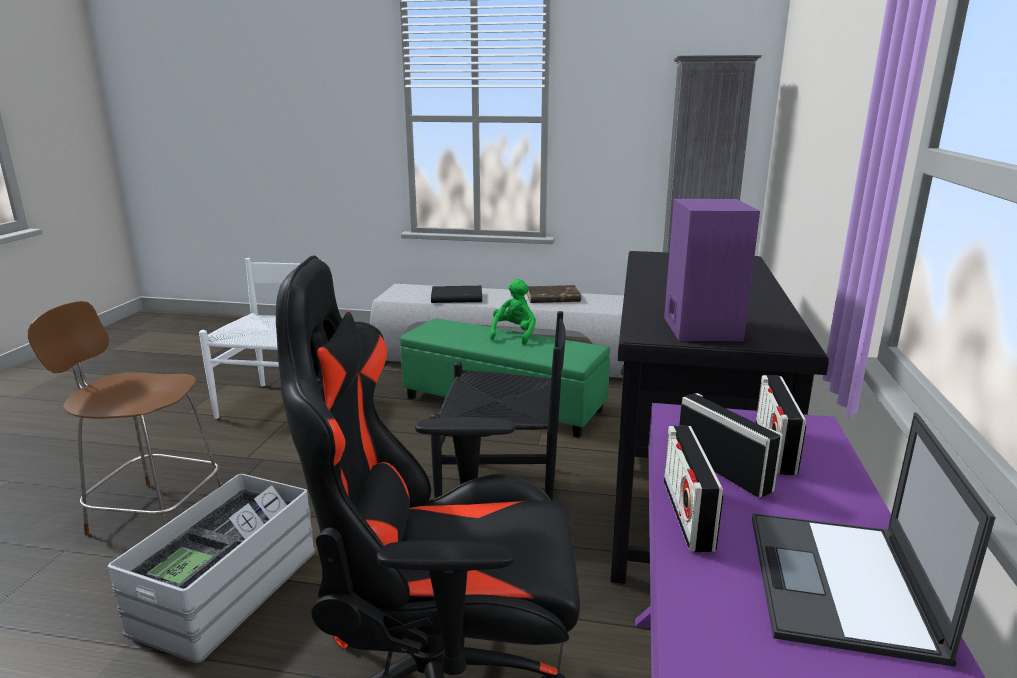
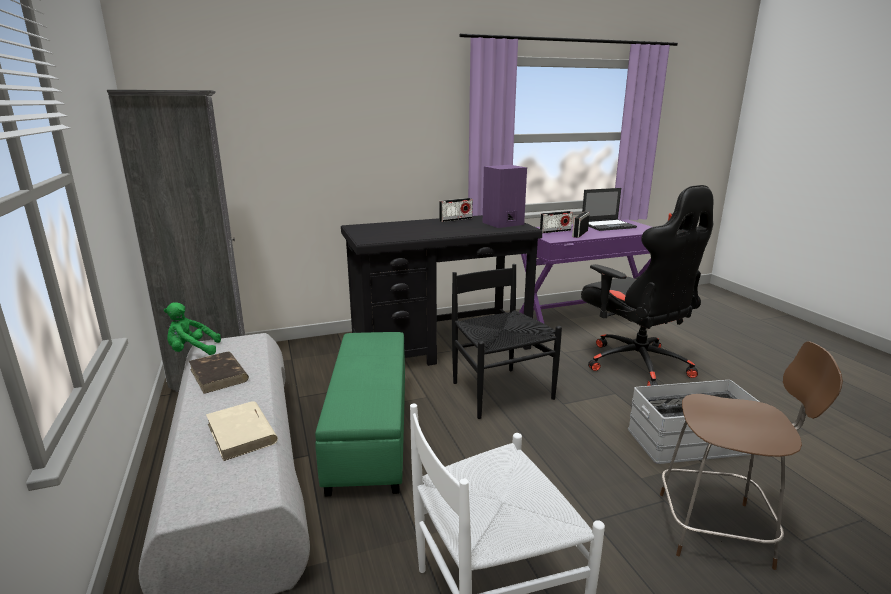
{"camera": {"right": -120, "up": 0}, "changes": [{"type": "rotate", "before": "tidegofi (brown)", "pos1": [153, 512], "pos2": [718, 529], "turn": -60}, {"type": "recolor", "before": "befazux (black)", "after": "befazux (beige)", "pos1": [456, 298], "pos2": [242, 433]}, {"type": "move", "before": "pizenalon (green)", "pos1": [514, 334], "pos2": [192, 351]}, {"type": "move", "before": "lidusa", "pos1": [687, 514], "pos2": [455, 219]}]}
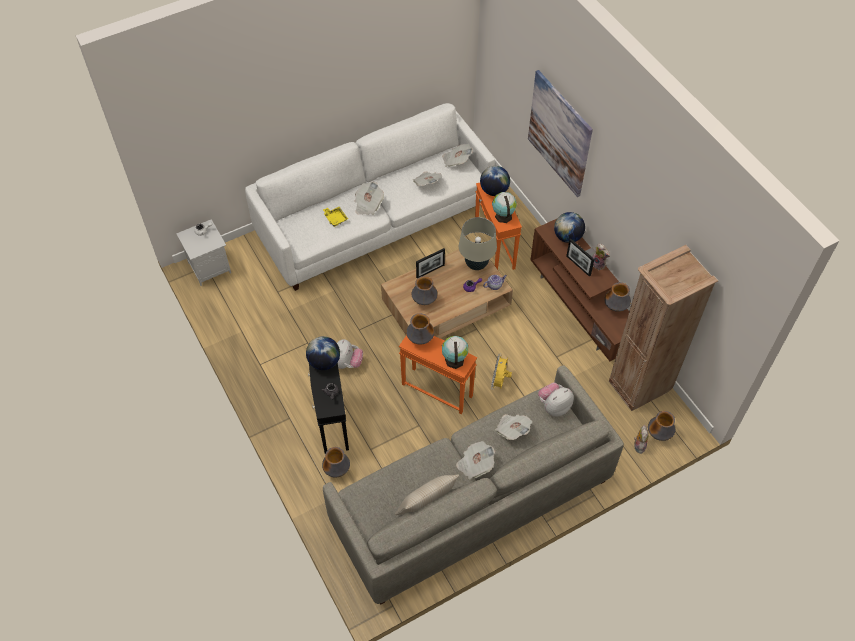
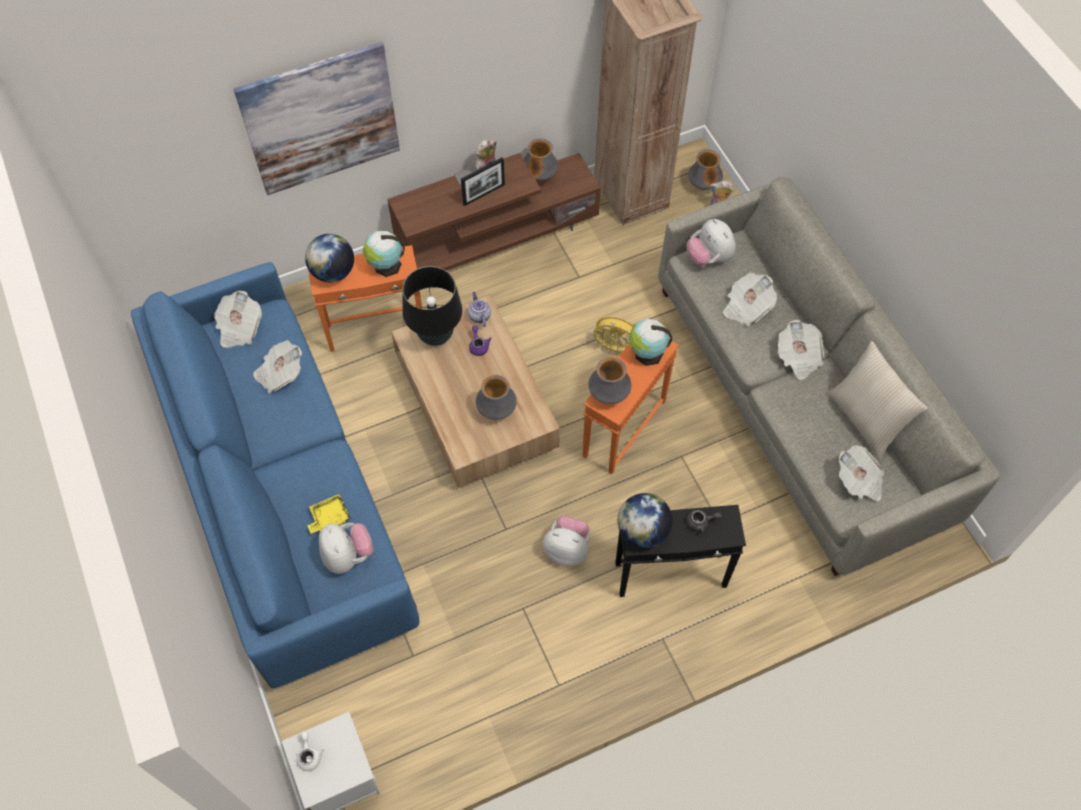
{"camera": {"right": -85, "up": 5}, "changes": [{"type": "recolor", "before": "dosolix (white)", "after": "dosolix (blue)", "pos1": [374, 220], "pos2": [284, 495]}, {"type": "delete", "before": "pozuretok", "pos1": [337, 470]}, {"type": "move", "before": "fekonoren", "pos1": [368, 205], "pos2": [858, 481]}, {"type": "delete", "before": "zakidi", "pos1": [430, 271]}, {"type": "recolor", "before": "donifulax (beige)", "after": "donifulax (black)", "pos1": [476, 264], "pos2": [435, 335]}, {"type": "delete", "before": "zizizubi", "pos1": [567, 237]}, {"type": "insert", "after": "pizenalon", "pos2": [347, 556]}]}
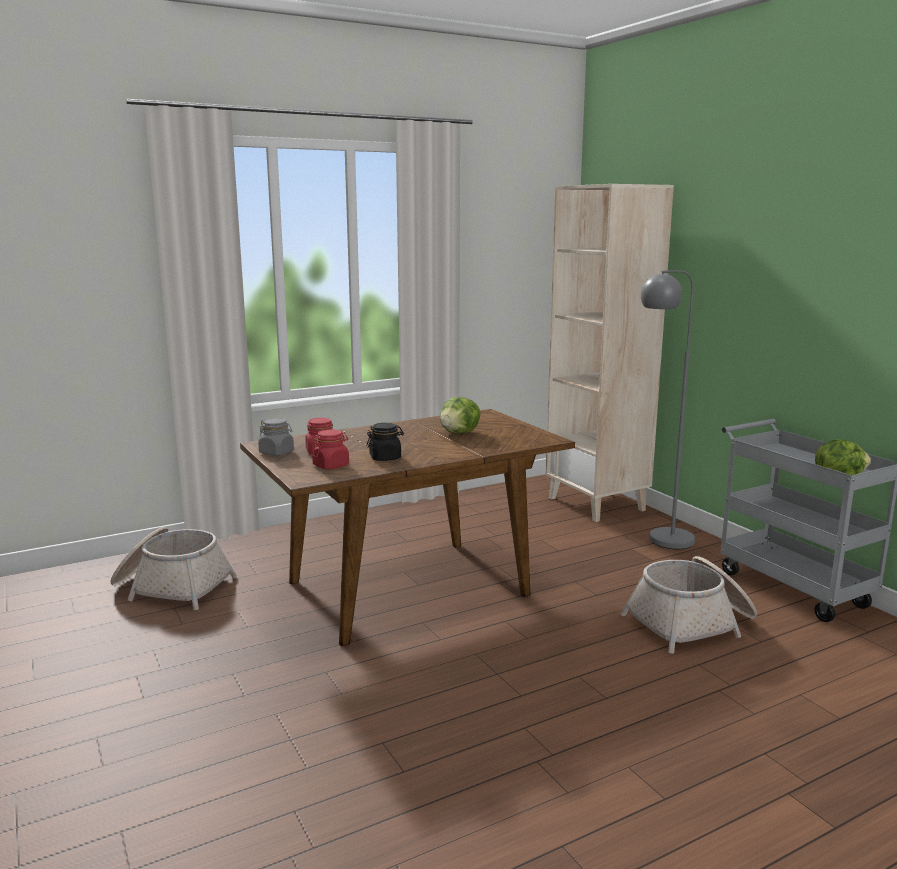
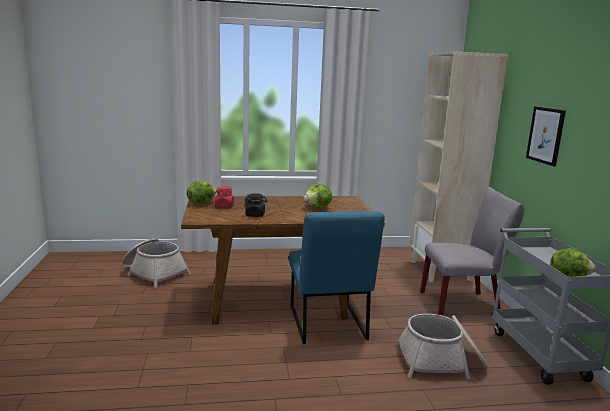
{"camera": {"right": 20, "up": 0}, "changes": [{"type": "replace", "before": "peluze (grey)", "after": "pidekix", "pos1": [276, 452], "pos2": [201, 203]}, {"type": "delete", "before": "peluze (red)", "pos1": [331, 465]}, {"type": "replace", "before": "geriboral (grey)", "after": "tidegofi (grey)", "pos1": [661, 543], "pos2": [464, 304]}, {"type": "insert", "after": "tidegofi (blue)", "pos2": [327, 323]}, {"type": "insert", "after": "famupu", "pos2": [545, 135]}]}
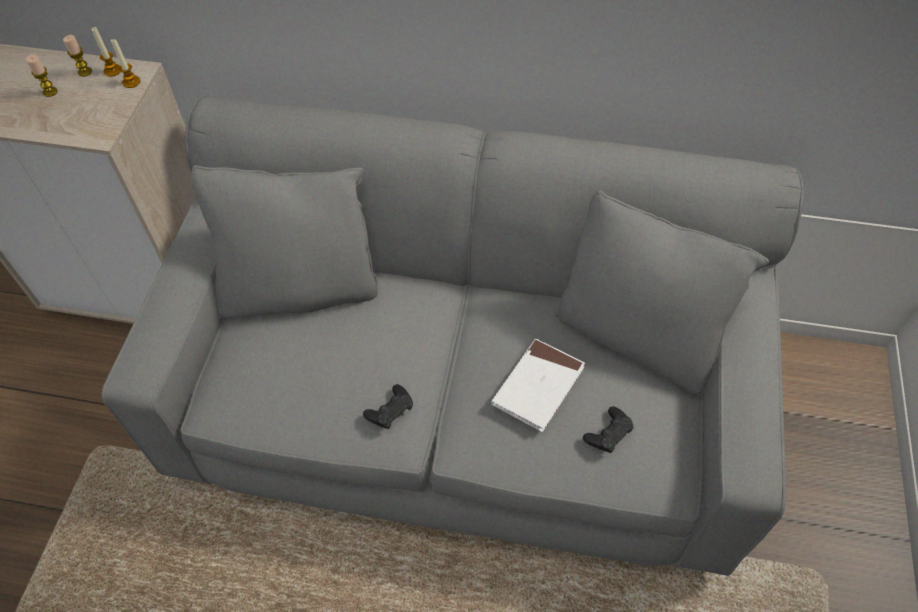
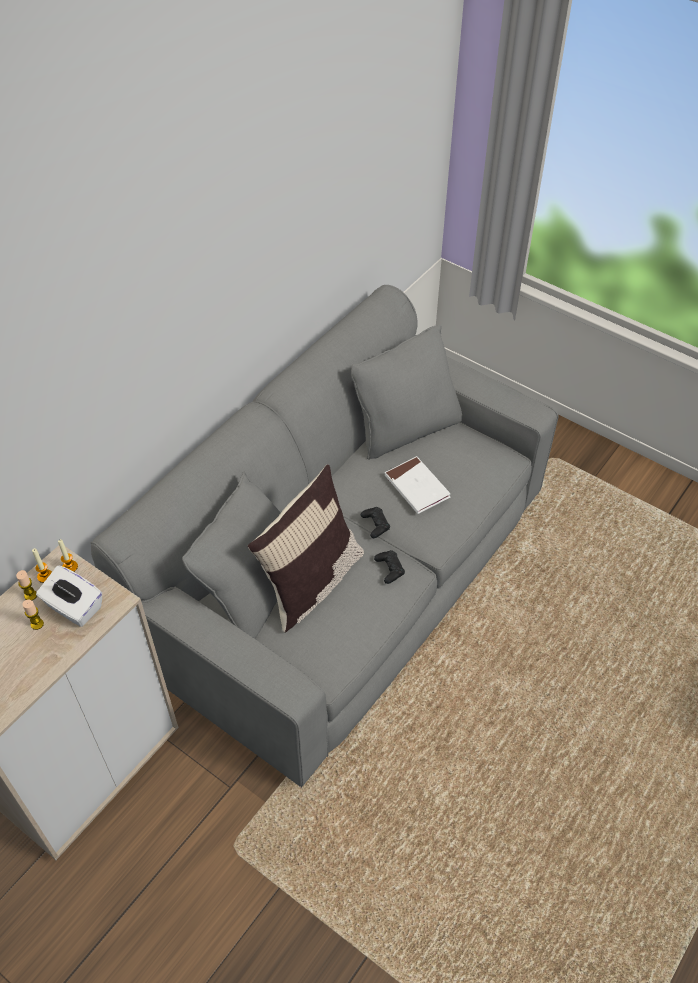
{"camera": {"right": -65, "up": -5}, "changes": [{"type": "move", "before": "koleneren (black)", "pos1": [608, 433], "pos2": [375, 524]}, {"type": "insert", "after": "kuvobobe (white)", "pos2": [74, 607]}, {"type": "insert", "after": "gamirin", "pos2": [310, 583]}]}
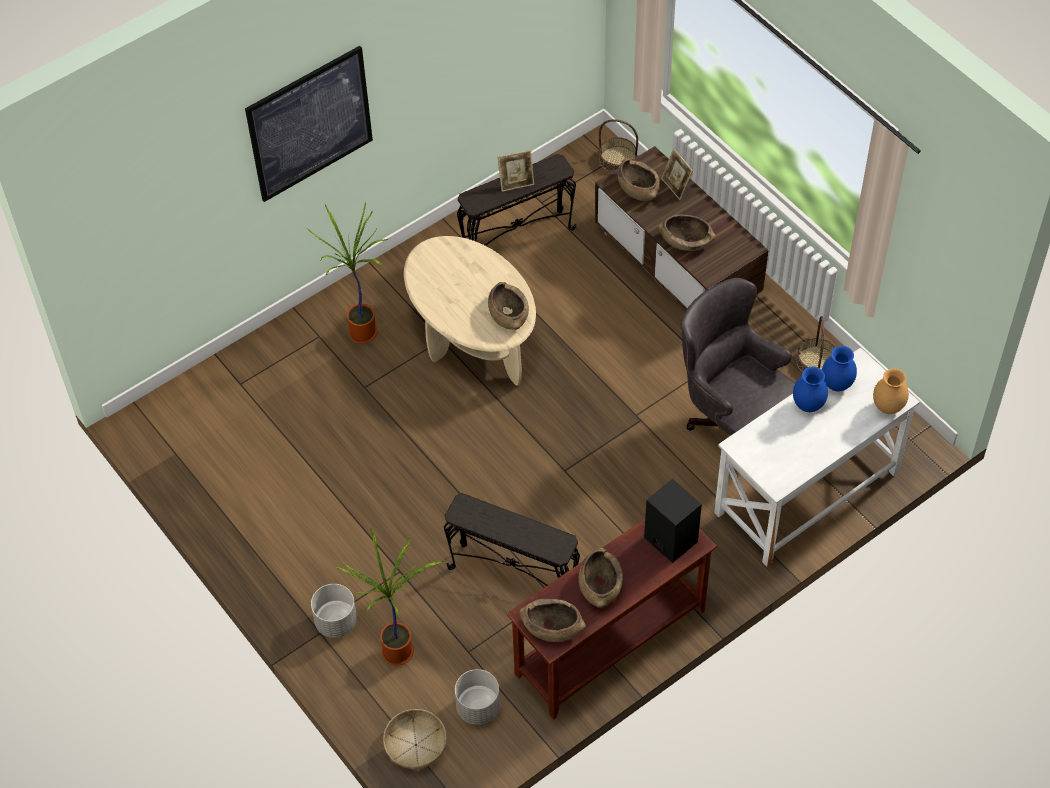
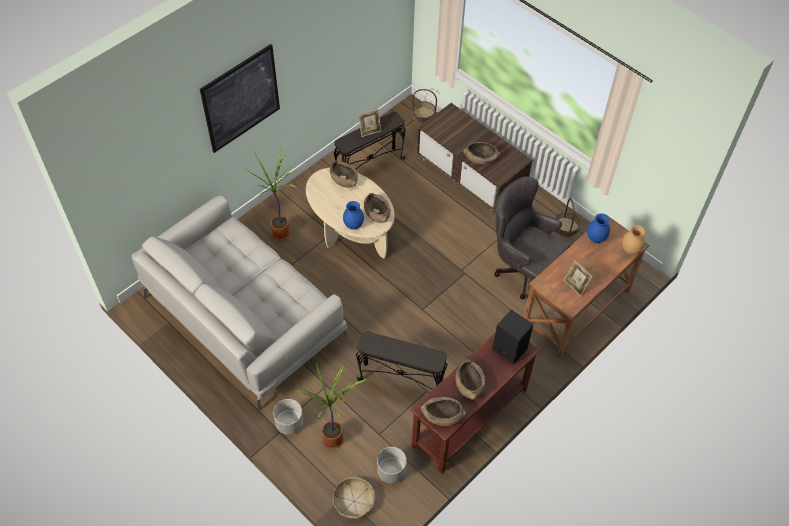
{"camera": {"right": -10, "up": 0}, "changes": [{"type": "move", "before": "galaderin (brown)", "pos1": [637, 188], "pos2": [343, 179]}, {"type": "move", "before": "zakidi", "pos1": [676, 187], "pos2": [575, 286]}, {"type": "recolor", "before": "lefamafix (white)", "after": "lefamafix (brown)", "pos1": [807, 493], "pos2": [576, 309]}, {"type": "move", "before": "pozuretok (blue)", "pos1": [808, 405], "pos2": [353, 225]}, {"type": "insert", "after": "dosolix (grey)", "pos2": [243, 316]}]}
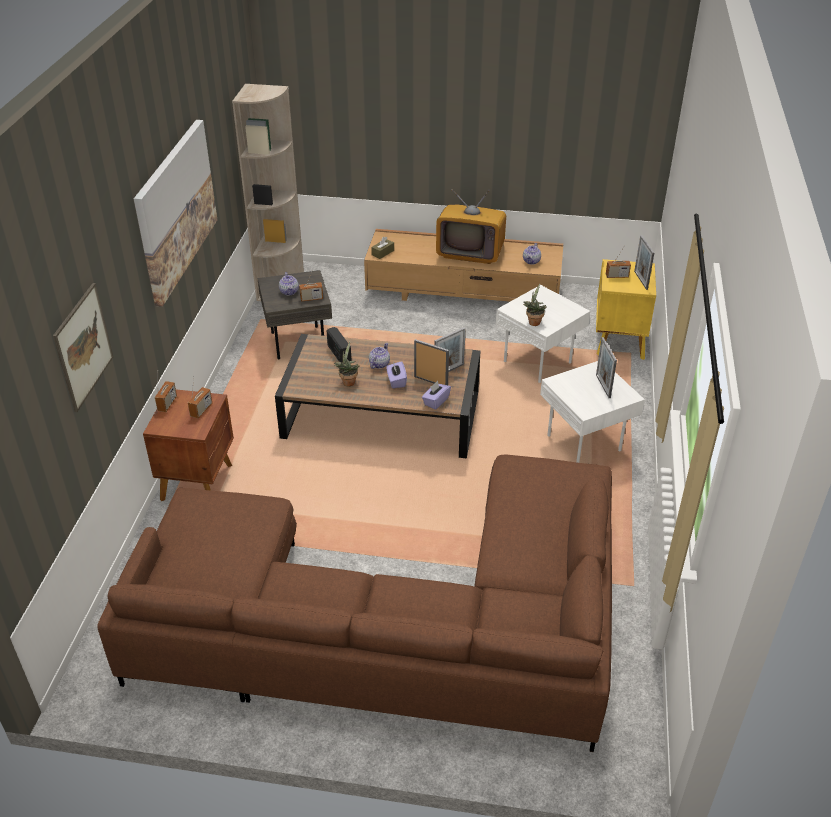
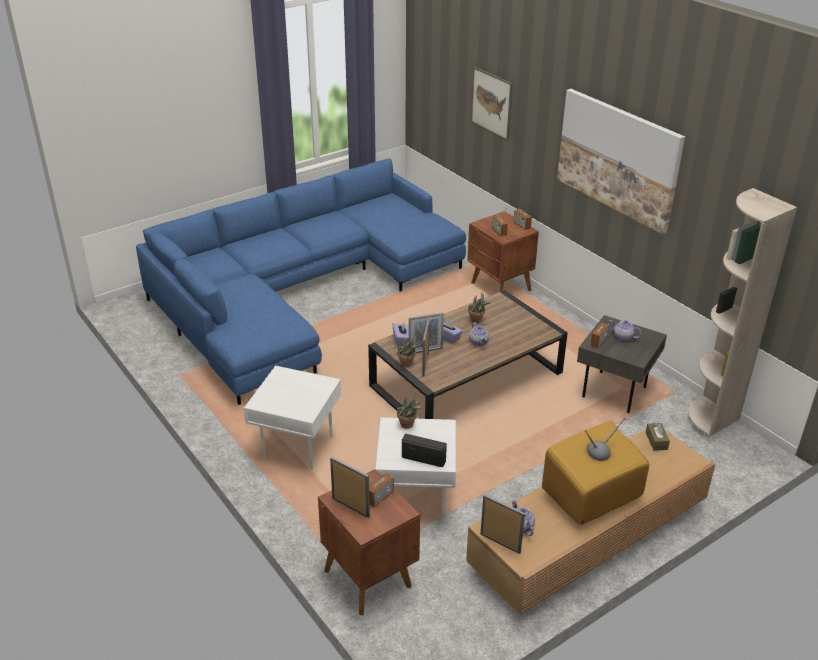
{"camera": {"right": 135, "up": -5}, "changes": [{"type": "recolor", "before": "dosolix (brown)", "after": "dosolix (blue)", "pos1": [395, 623], "pos2": [299, 292]}, {"type": "move", "before": "lidusa", "pos1": [339, 354], "pos2": [423, 459]}, {"type": "recolor", "before": "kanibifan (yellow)", "after": "kanibifan (brown)", "pos1": [619, 342], "pos2": [368, 577]}, {"type": "move", "before": "zakidi", "pos1": [603, 386], "pos2": [500, 543]}, {"type": "insert", "after": "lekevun", "pos2": [408, 364]}]}
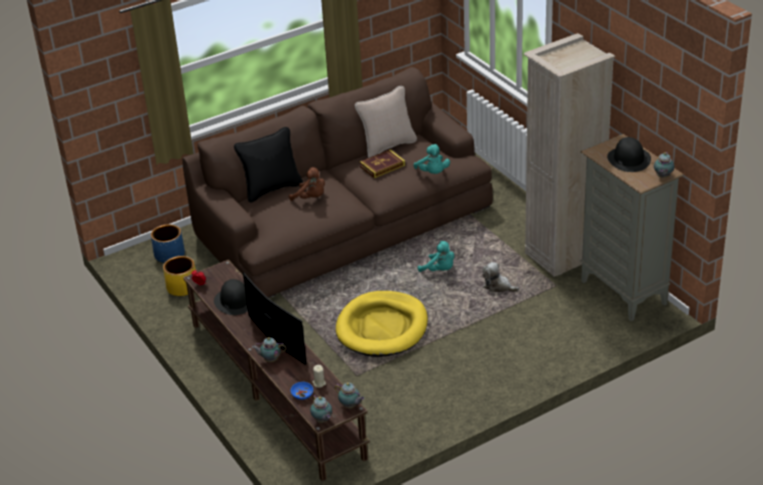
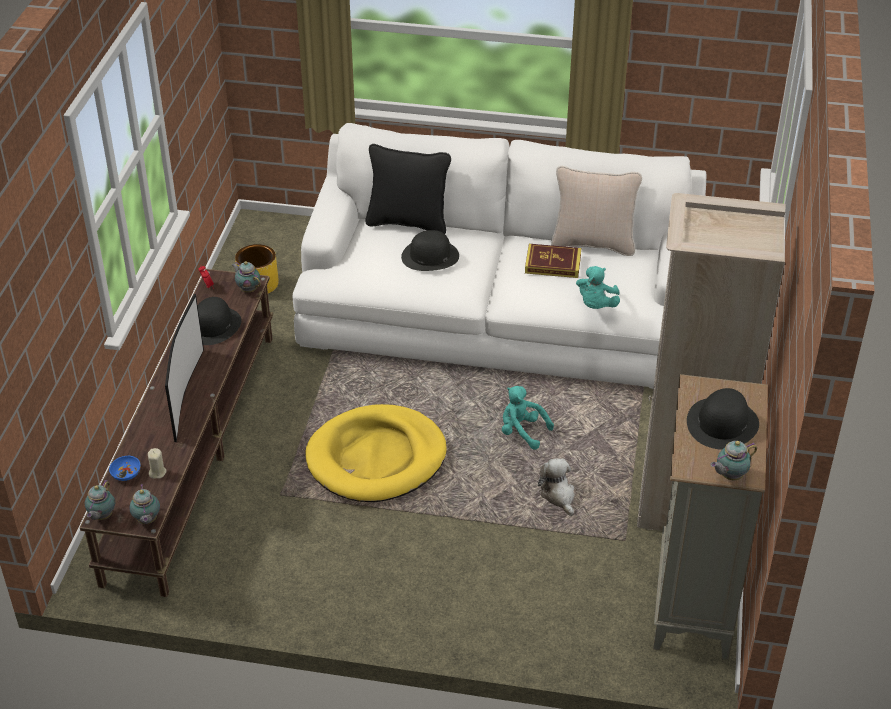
{"camera": {"right": 40, "up": 5}, "changes": [{"type": "delete", "before": "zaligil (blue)", "pos1": [169, 254]}, {"type": "recolor", "before": "dosolix (brown)", "after": "dosolix (white)", "pos1": [344, 222], "pos2": [499, 311]}, {"type": "move", "before": "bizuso", "pos1": [270, 359], "pos2": [248, 289]}, {"type": "replace", "before": "pizenalon (brown)", "after": "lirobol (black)", "pos1": [311, 198], "pos2": [430, 256]}, {"type": "rotate", "before": "pizenalon (turquoise)", "pos1": [439, 270], "pos2": [522, 432], "turn": 135}]}
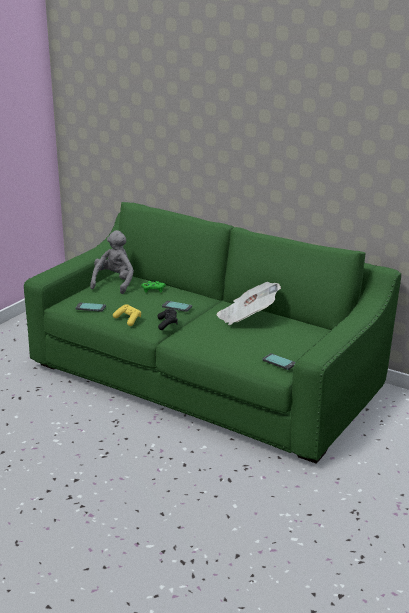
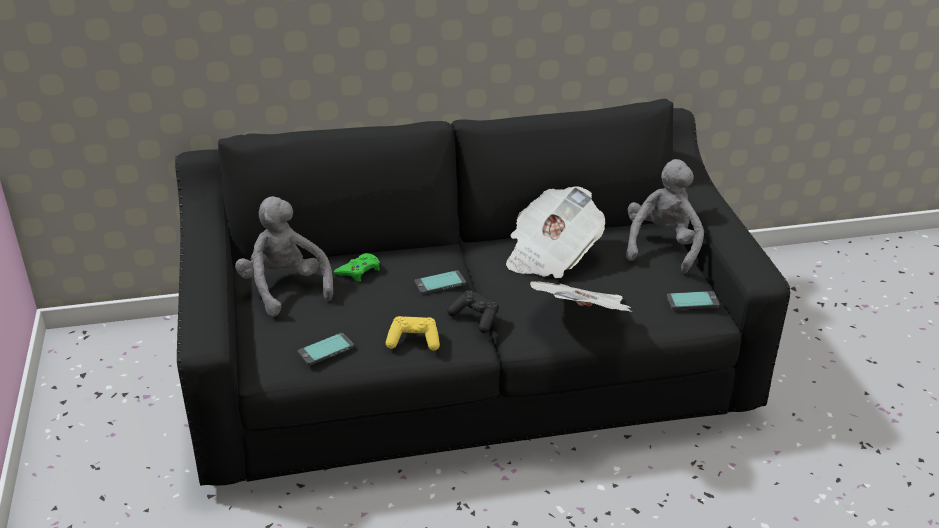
{"camera": {"right": -45, "up": 10}, "changes": [{"type": "recolor", "before": "dosolix (green)", "after": "dosolix (black)", "pos1": [205, 378], "pos2": [469, 367]}, {"type": "insert", "after": "fekonoren", "pos2": [583, 318]}, {"type": "insert", "after": "pizenalon (grey)", "pos2": [662, 246]}]}
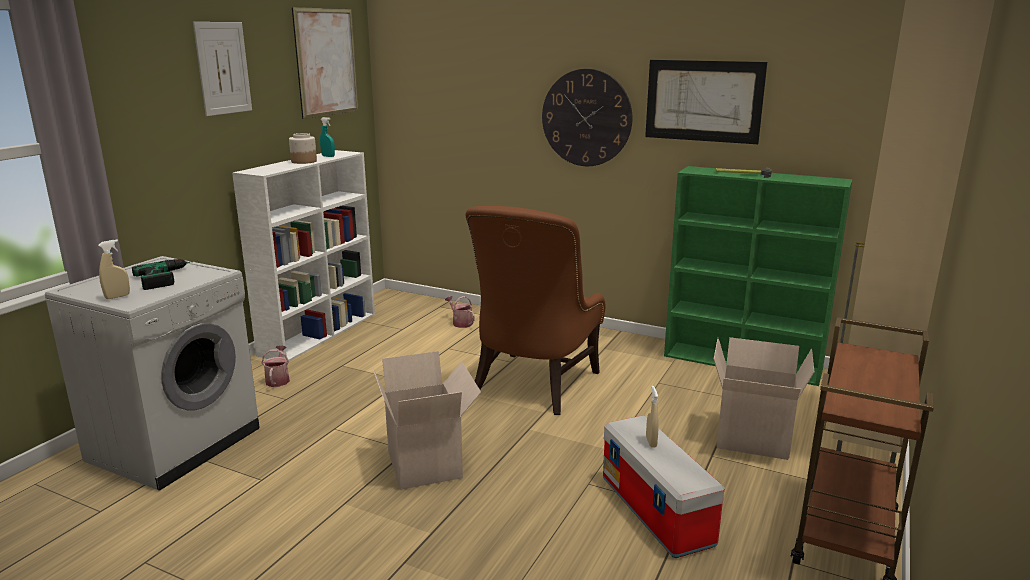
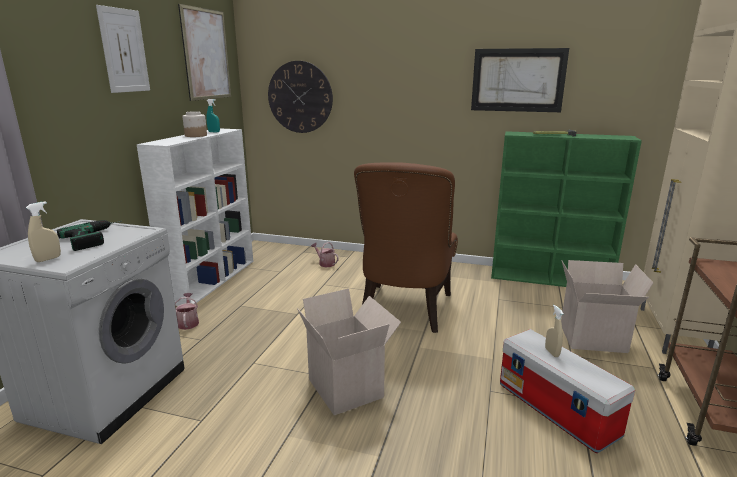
{"camera": {"right": -10, "up": 0}, "changes": [{"type": "move", "before": "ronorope", "pos1": [586, 118], "pos2": [300, 97]}]}
